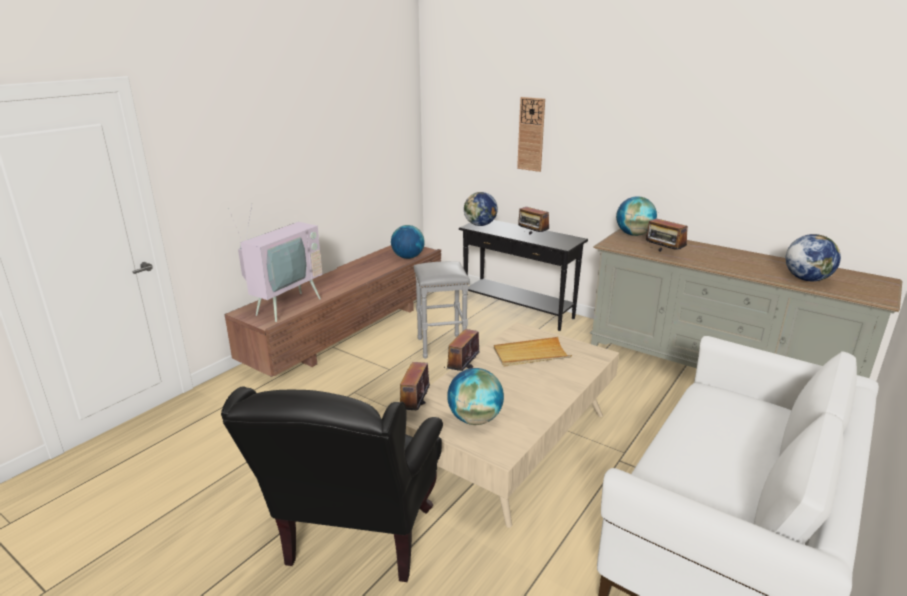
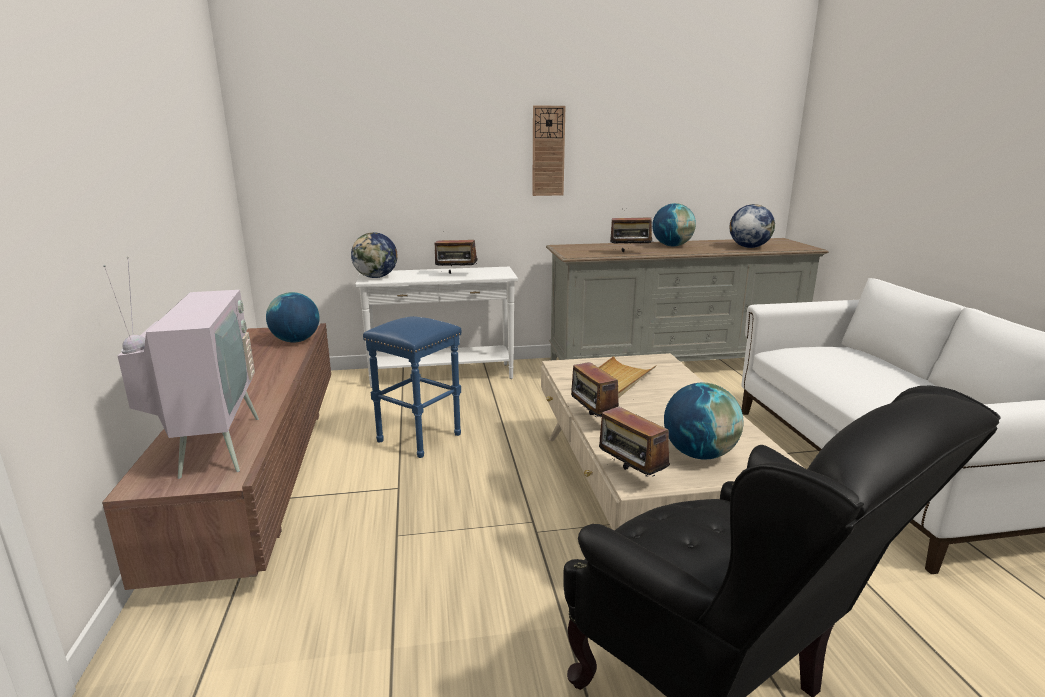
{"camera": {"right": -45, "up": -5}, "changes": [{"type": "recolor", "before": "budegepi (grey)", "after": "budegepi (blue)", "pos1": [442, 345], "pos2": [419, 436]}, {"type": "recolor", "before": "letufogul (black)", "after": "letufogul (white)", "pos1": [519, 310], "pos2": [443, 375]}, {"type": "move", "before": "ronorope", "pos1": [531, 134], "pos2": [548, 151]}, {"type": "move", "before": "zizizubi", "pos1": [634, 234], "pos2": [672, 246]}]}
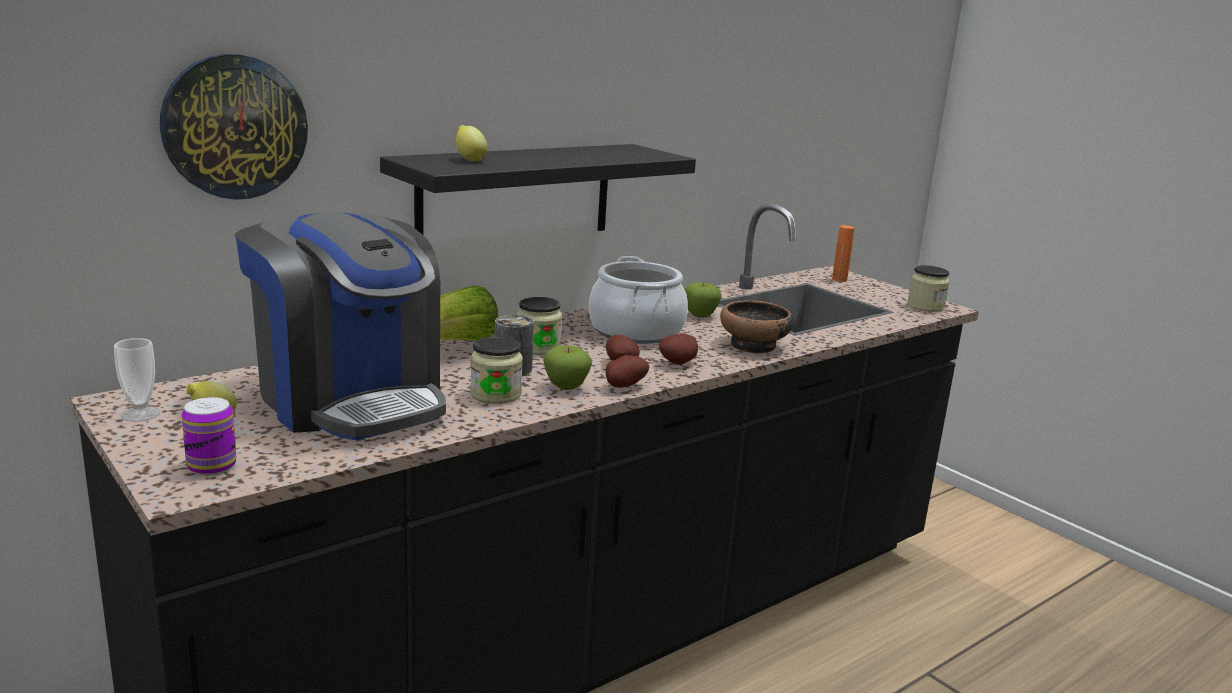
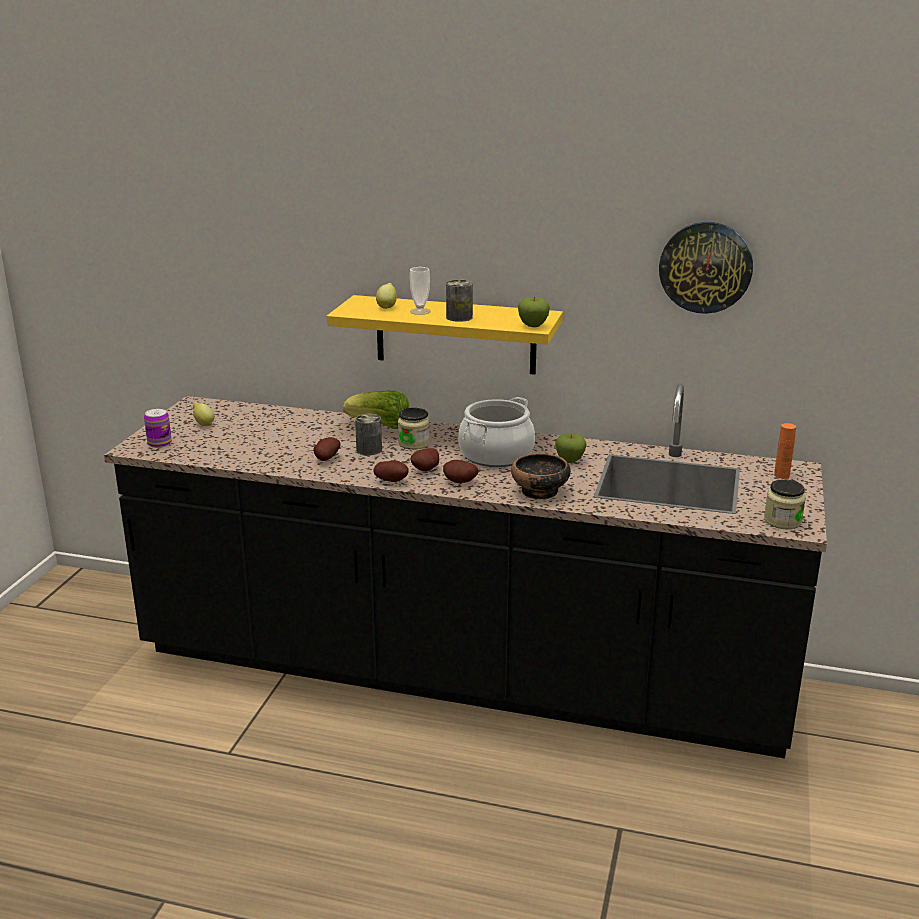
{"camera": {"right": 55, "up": 5}, "changes": [{"type": "move", "before": "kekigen", "pos1": [140, 414], "pos2": [420, 311]}, {"type": "move", "before": "ronorope", "pos1": [234, 127], "pos2": [705, 267]}, {"type": "delete", "before": "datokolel", "pos1": [350, 399]}, {"type": "recolor", "before": "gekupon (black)", "after": "gekupon (yellow)", "pos1": [516, 195], "pos2": [455, 335]}, {"type": "replace", "before": "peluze", "after": "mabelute", "pos1": [496, 394], "pos2": [326, 459]}, {"type": "move", "before": "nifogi", "pos1": [566, 387], "pos2": [533, 326]}, {"type": "insert", "after": "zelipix", "pos2": [459, 317]}]}
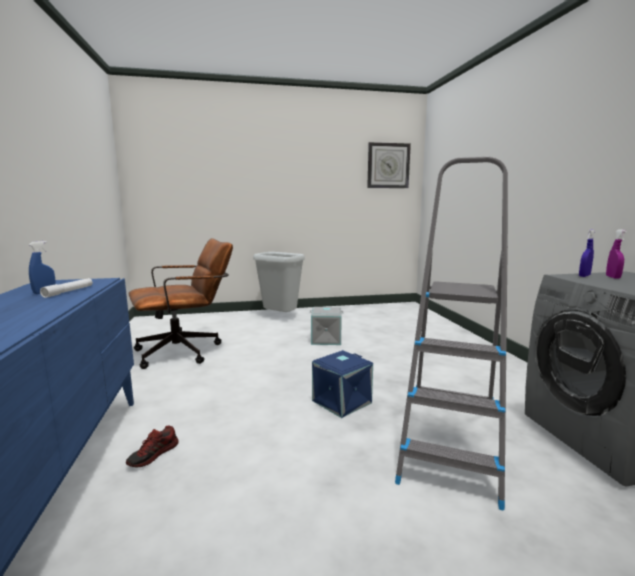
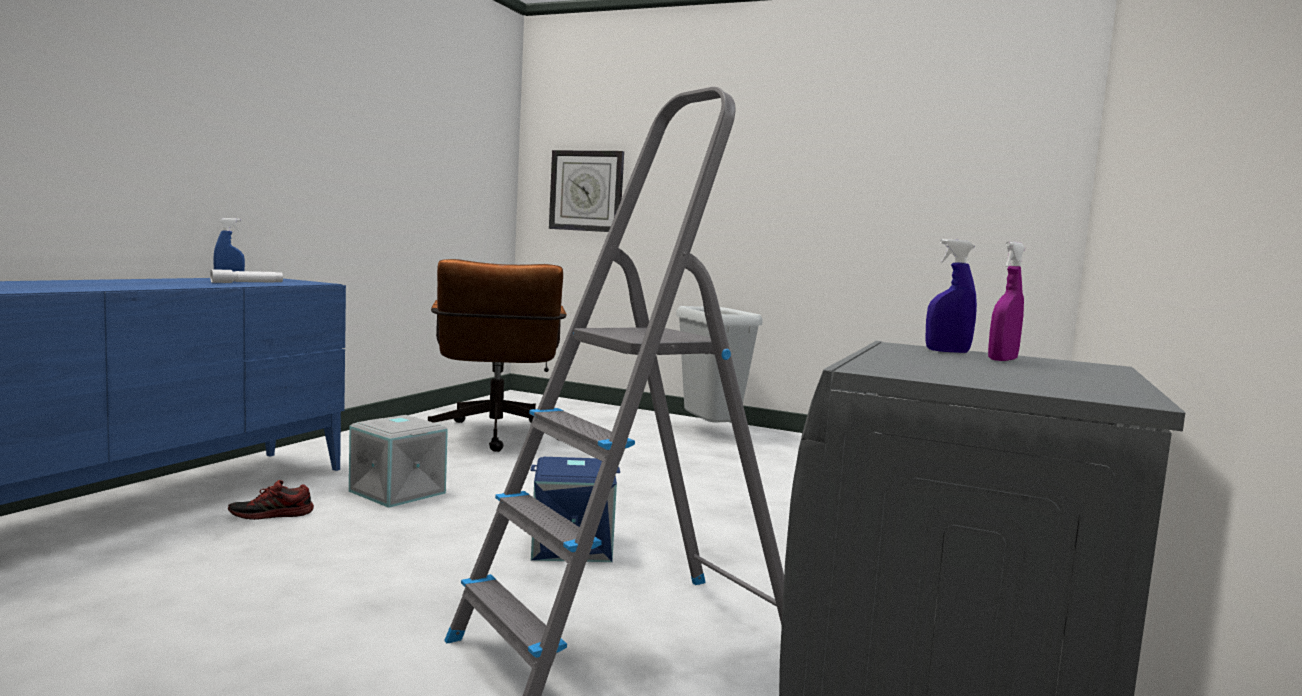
{"camera": {"right": 35, "up": -5}, "changes": [{"type": "rotate", "before": "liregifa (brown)", "pos1": [186, 351], "pos2": [495, 438], "turn": 75}, {"type": "move", "before": "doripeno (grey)", "pos1": [326, 339], "pos2": [399, 492]}, {"type": "move", "before": "ronorope", "pos1": [388, 165], "pos2": [586, 191]}]}
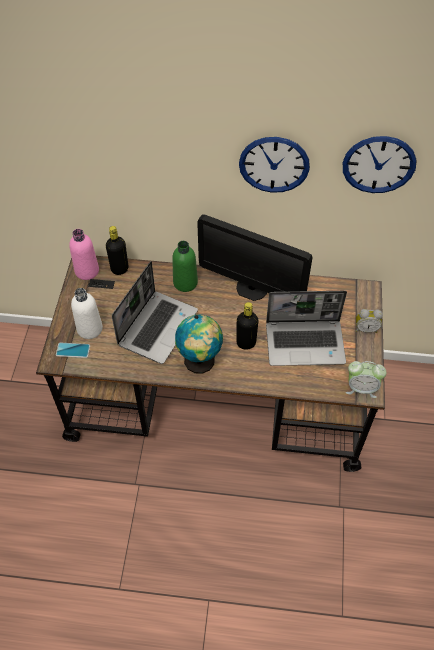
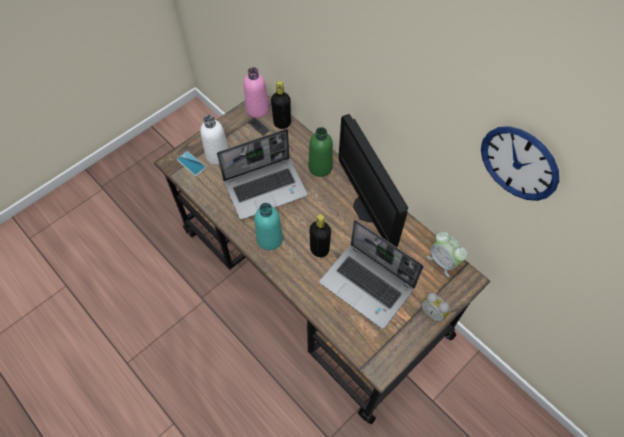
{"camera": {"right": 40, "up": 5}, "changes": [{"type": "replace", "before": "zizizubi", "after": "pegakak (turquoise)", "pos1": [200, 362], "pos2": [269, 239]}, {"type": "delete", "before": "ronorope", "pos1": [274, 164]}, {"type": "move", "before": "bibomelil", "pos1": [361, 388], "pos2": [443, 261]}]}
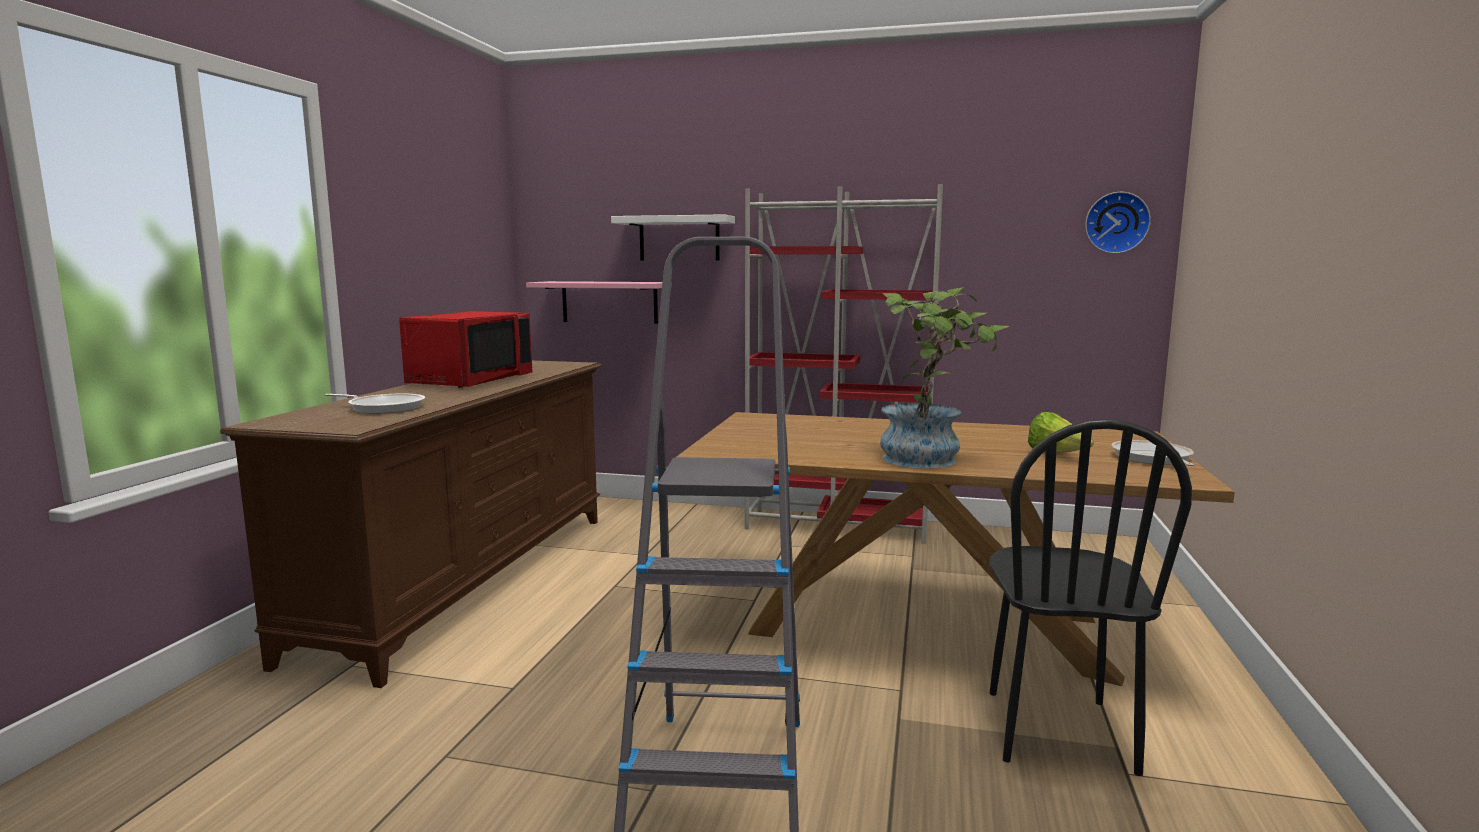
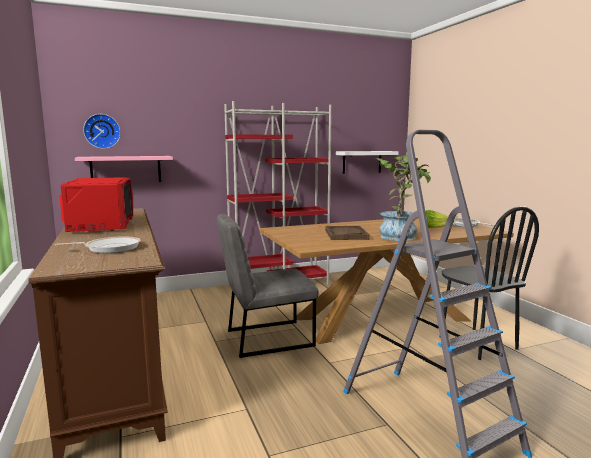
{"camera": {"right": -35, "up": 0}, "changes": [{"type": "move", "before": "gekupon (white)", "pos1": [679, 238], "pos2": [362, 162]}, {"type": "move", "before": "ronorope", "pos1": [1116, 223], "pos2": [102, 131]}, {"type": "insert", "after": "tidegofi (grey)", "pos2": [267, 338]}, {"type": "insert", "after": "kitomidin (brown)", "pos2": [346, 234]}]}
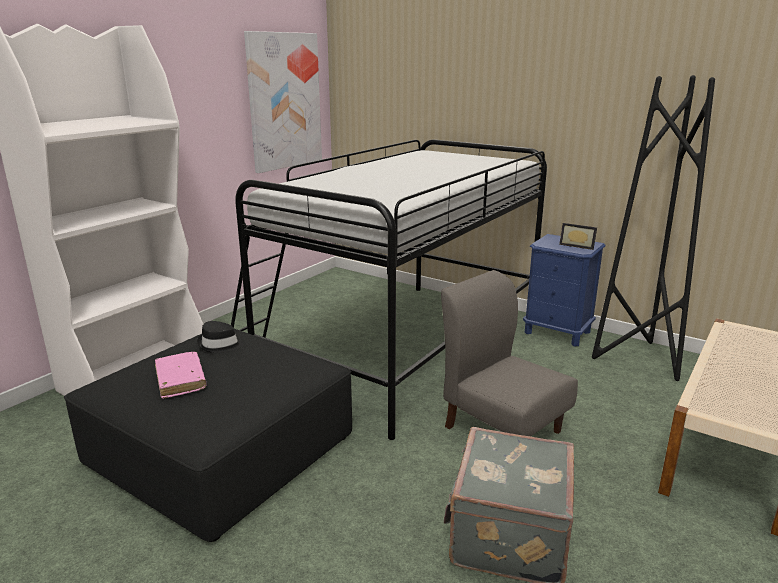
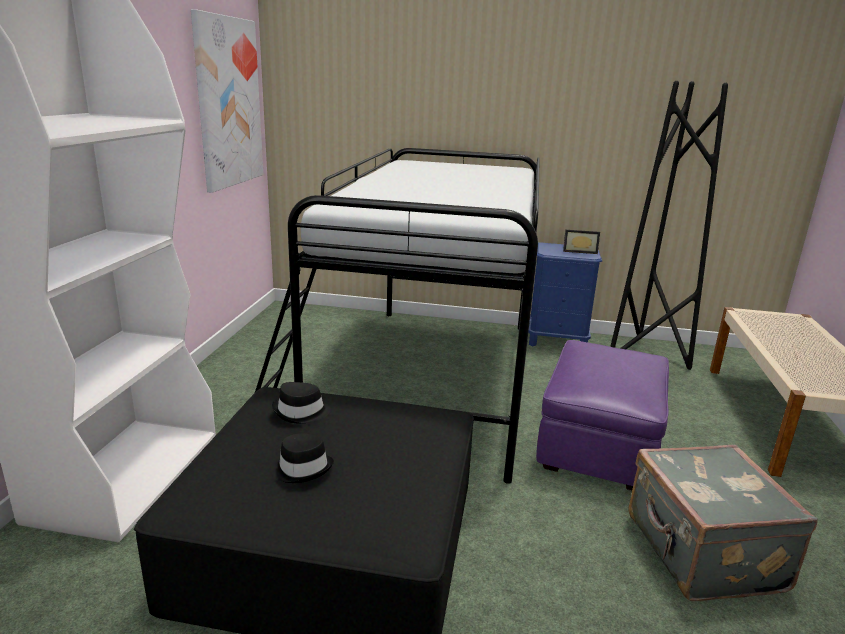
{"camera": {"right": -25, "up": 0}, "changes": [{"type": "replace", "before": "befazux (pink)", "after": "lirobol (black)", "pos1": [181, 380], "pos2": [302, 468]}, {"type": "replace", "before": "tidegofi (grey)", "after": "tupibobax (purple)", "pos1": [502, 428], "pos2": [598, 445]}]}
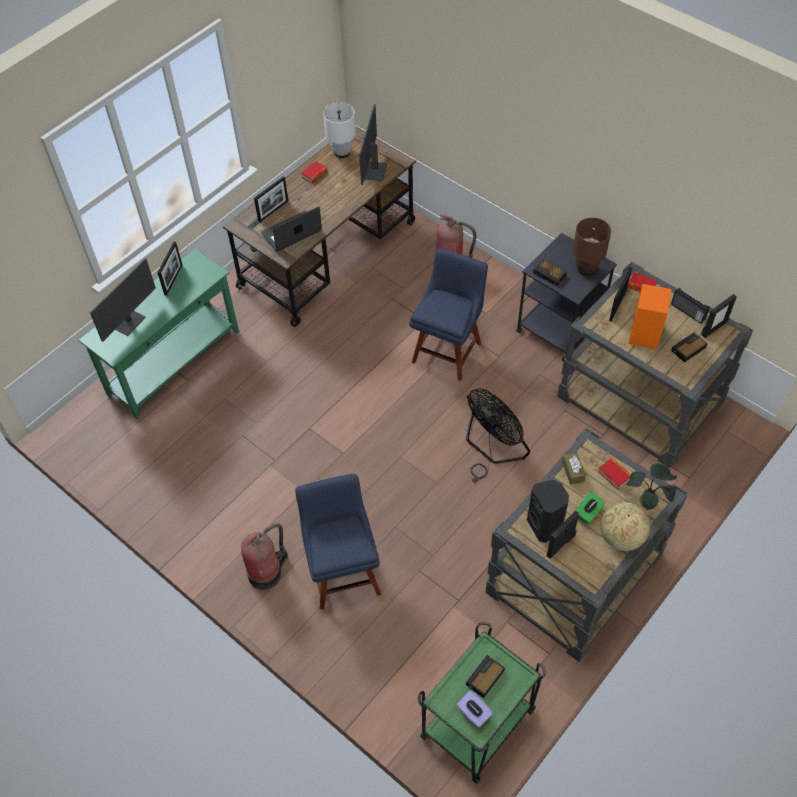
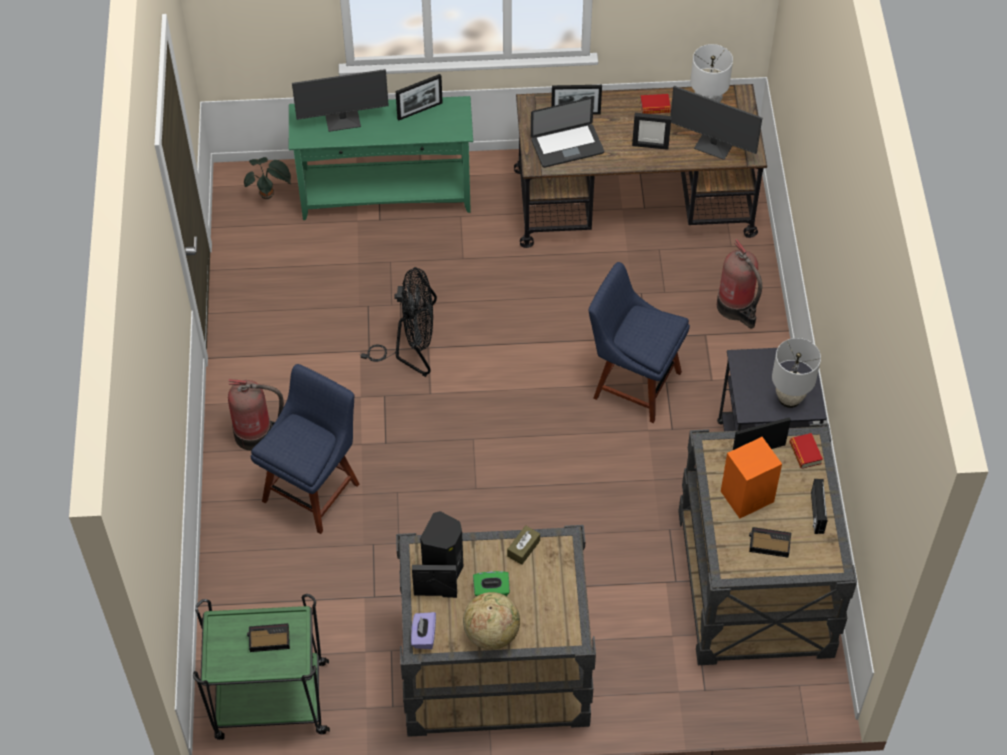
{"camera": {"right": 45, "up": 0}, "changes": [{"type": "rotate", "before": "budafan", "pos1": [291, 232], "pos2": [567, 146], "turn": 150}, {"type": "rotate", "before": "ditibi", "pos1": [374, 171], "pos2": [714, 146], "turn": -120}, {"type": "rotate", "before": "tidegofi (blue)", "pos1": [448, 349], "pos2": [633, 383], "turn": -135}, {"type": "move", "before": "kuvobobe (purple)", "pos1": [474, 713], "pos2": [424, 636]}, {"type": "move", "before": "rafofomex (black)", "pos1": [489, 447], "pos2": [410, 343]}, {"type": "delete", "before": "bibomelil", "pos1": [550, 275]}, {"type": "recolor", "before": "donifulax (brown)", "after": "donifulax (white)", "pos1": [586, 269], "pos2": [789, 398]}, {"type": "delete", "before": "befazux", "pos1": [614, 475]}, {"type": "move", "before": "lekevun", "pos1": [648, 501], "pos2": [268, 195]}, {"type": "move", "before": "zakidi", "pos1": [714, 328], "pos2": [650, 145]}]}
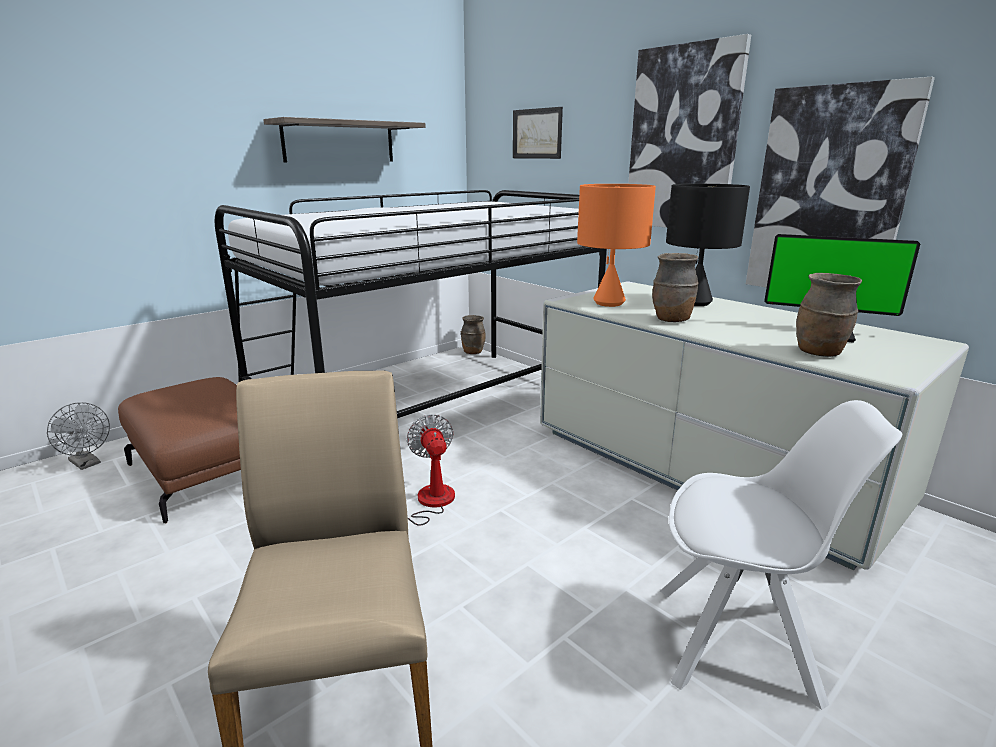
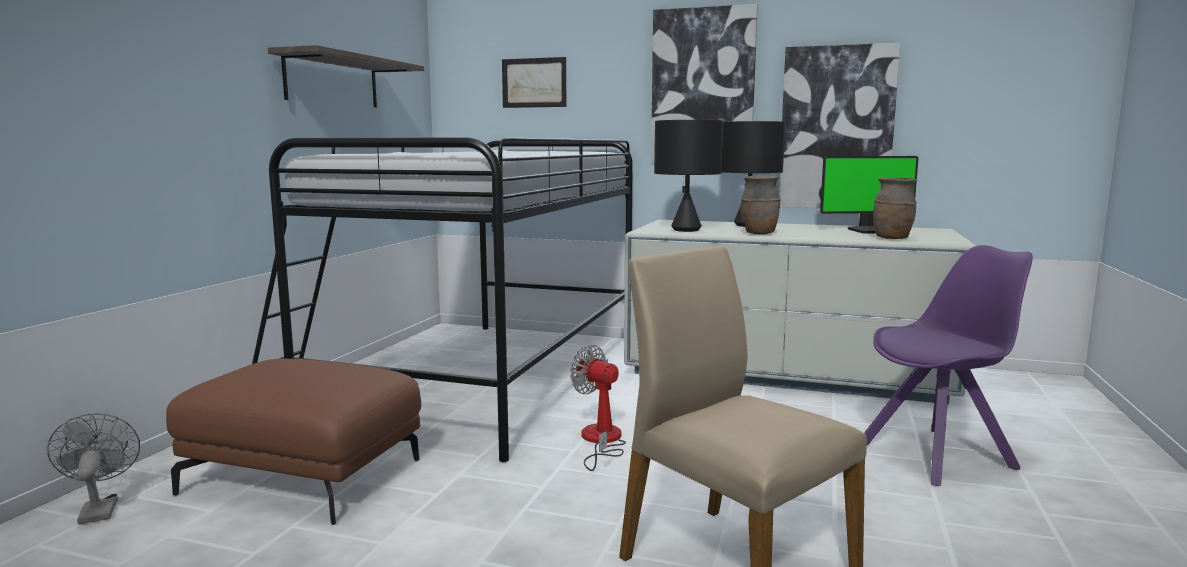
{"camera": {"right": -30, "up": -10}, "changes": [{"type": "rotate", "before": "rafofomex (grey)", "pos1": [88, 463], "pos2": [99, 509], "turn": -120}, {"type": "delete", "before": "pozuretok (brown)", "pos1": [473, 352]}, {"type": "recolor", "before": "donifulax (orange)", "after": "donifulax (black)", "pos1": [609, 303], "pos2": [686, 230]}, {"type": "recolor", "before": "tidegofi (white)", "after": "tidegofi (purple)", "pos1": [738, 643], "pos2": [938, 455]}]}
